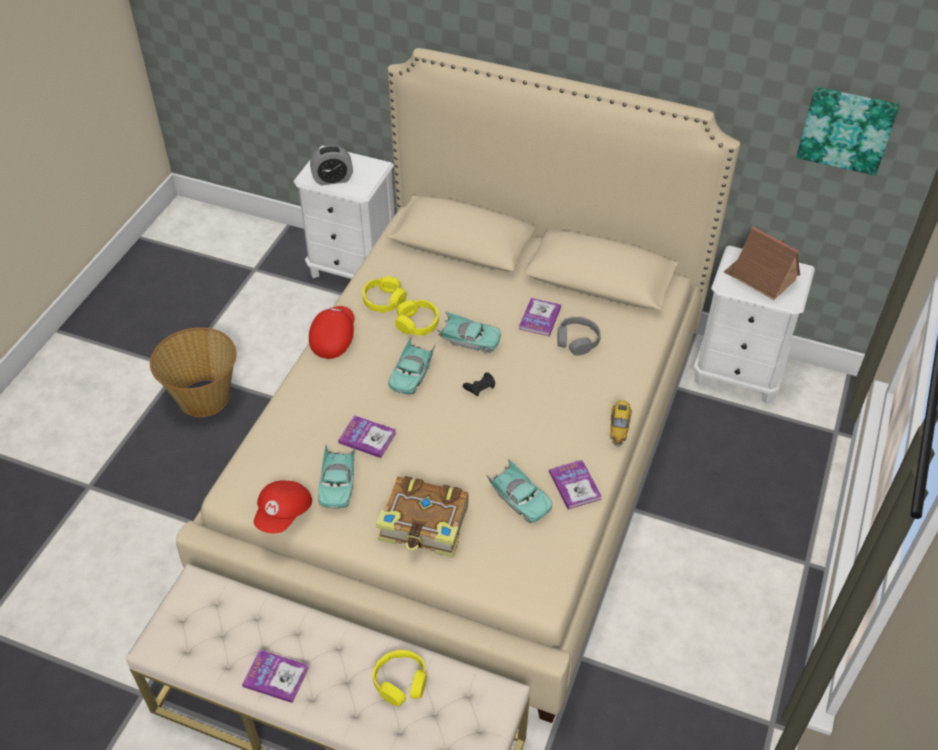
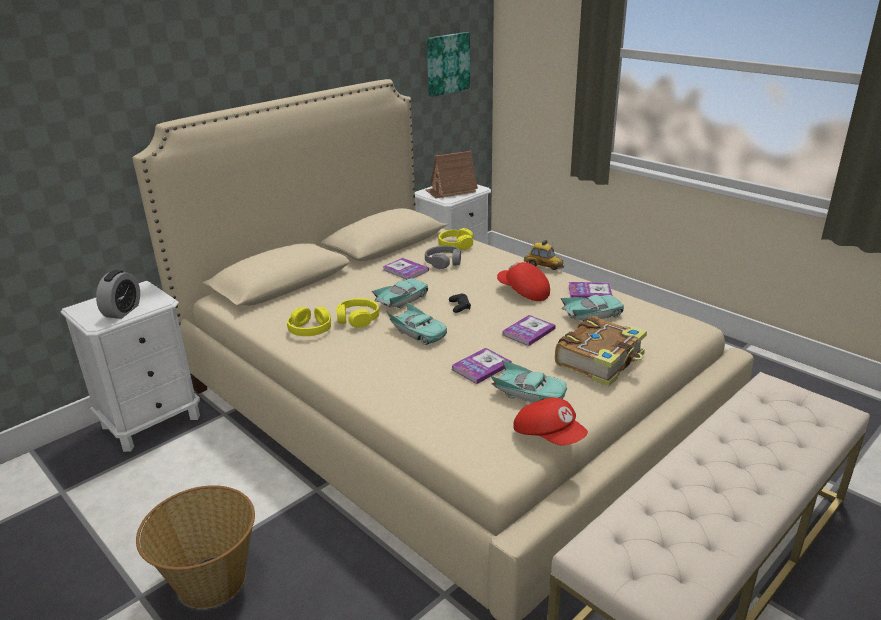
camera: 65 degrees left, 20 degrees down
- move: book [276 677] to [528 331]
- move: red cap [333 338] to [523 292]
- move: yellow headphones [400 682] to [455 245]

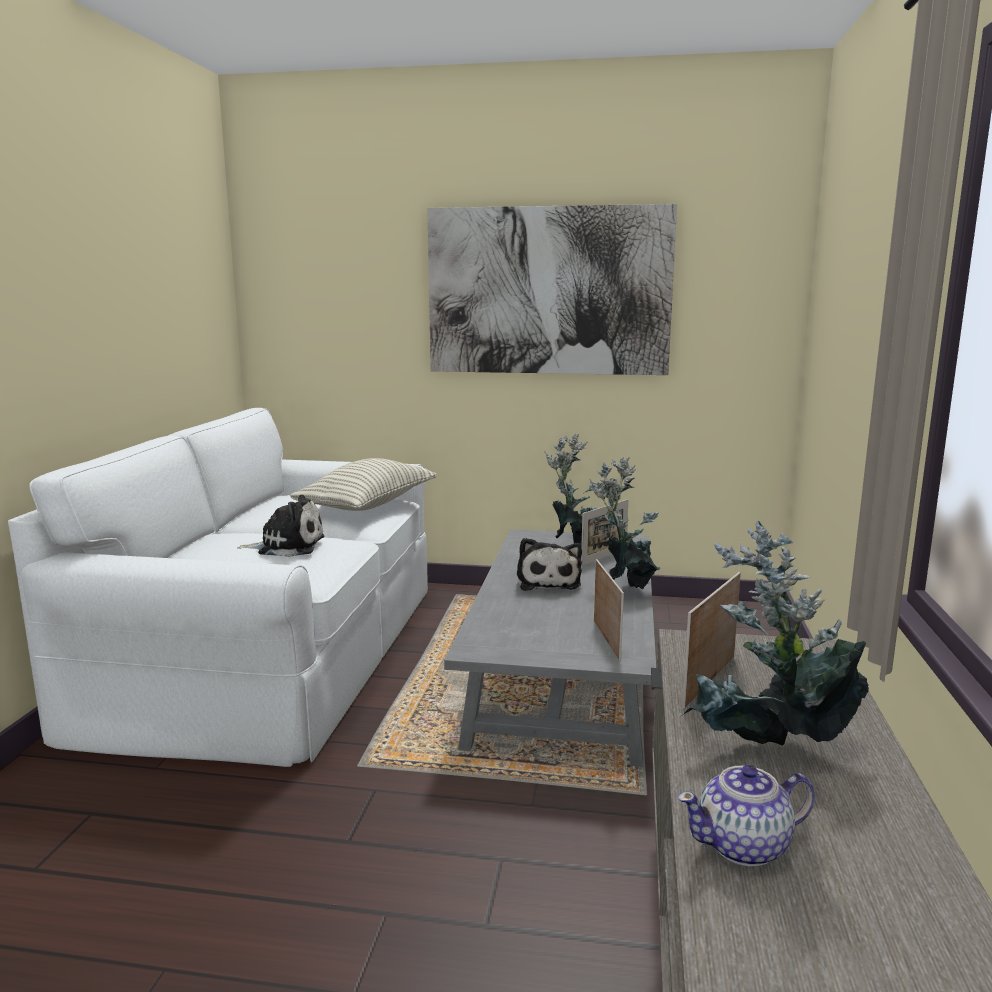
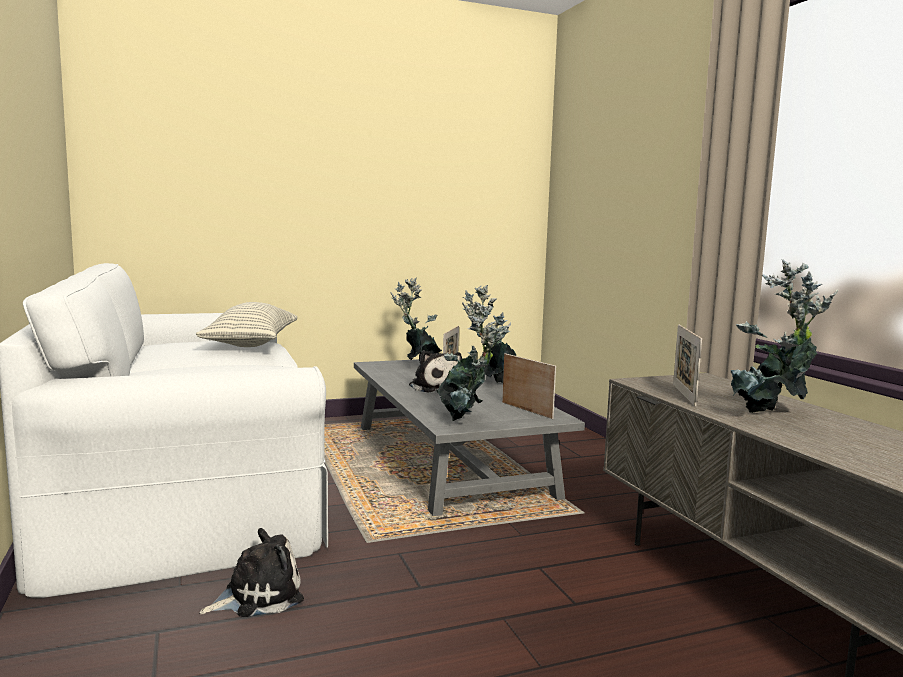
camera: 30 degrees left, 5 degrees down
- delete: picture [548 291]
- delete: teapot [744 846]
- insert: potted plant [466 420]
- move: plush toy [287 546] to [258 595]

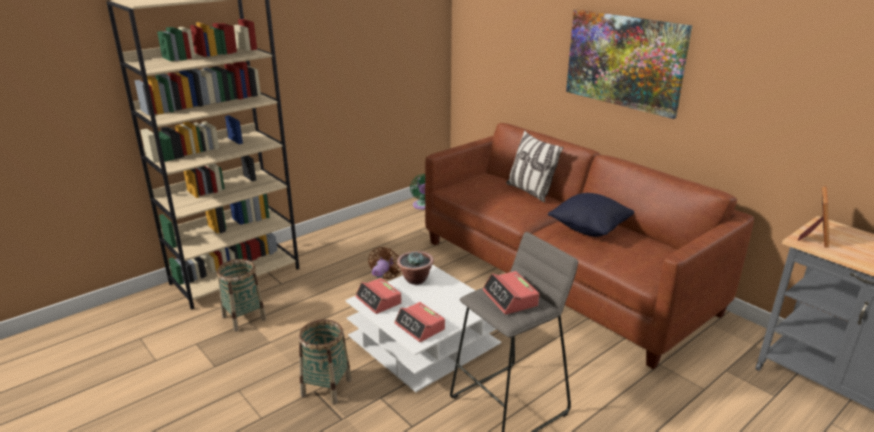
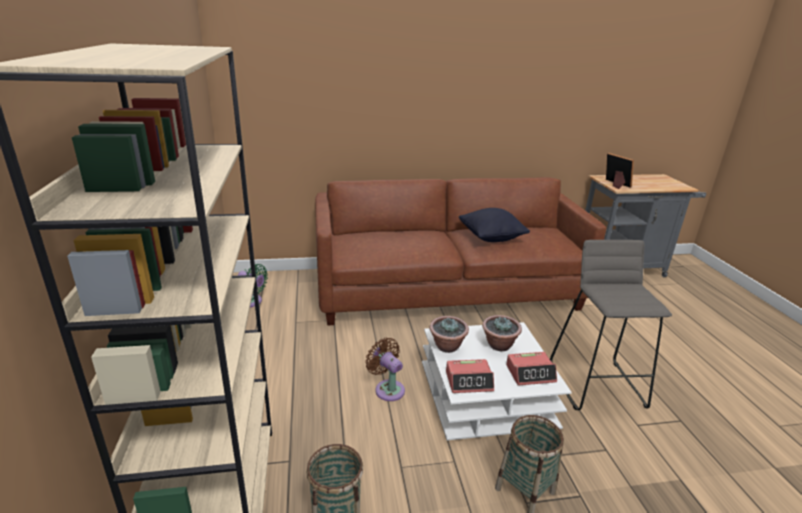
camera: 60 degrees left, 0 degrees up
- delete: alarm clock [510 299]
- delete: pillow [530 191]
- delete: picture [624 61]
- insert: potted plant [499 345]

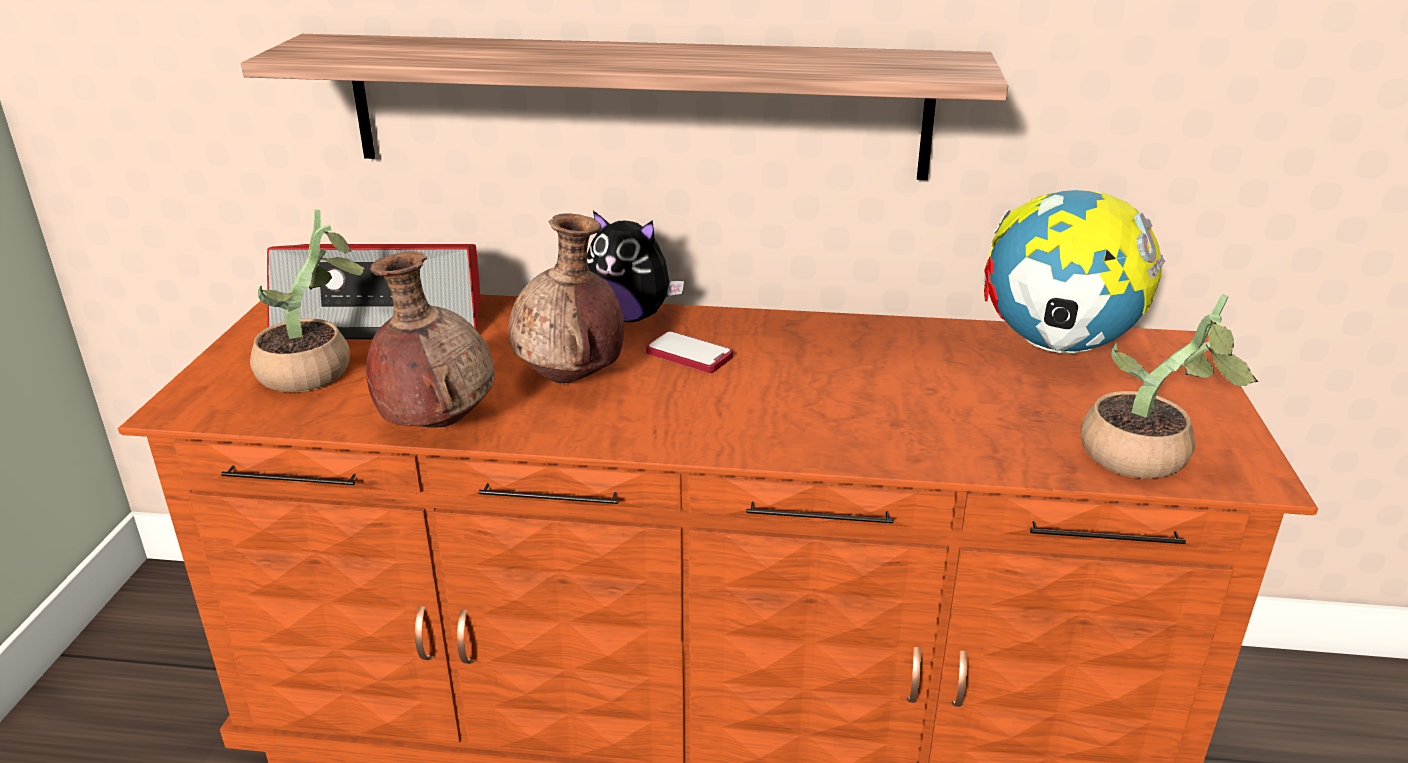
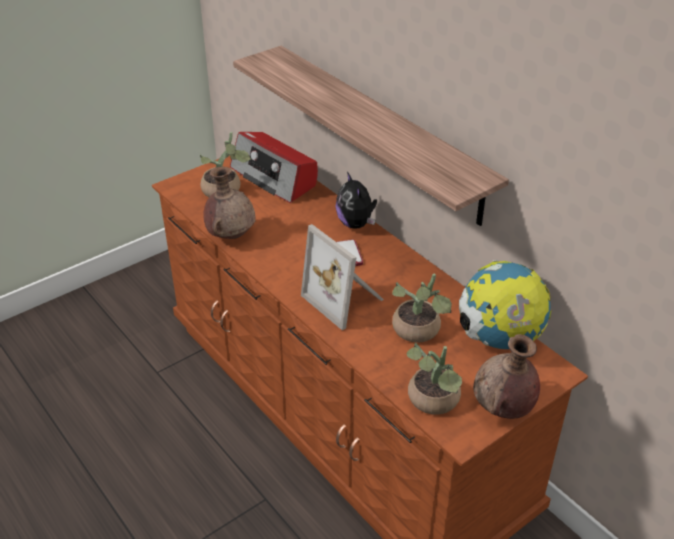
camera: 45 degrees right, 10 degrees up
- insert: picture frame [345 299]
- insert: potted plant [418 332]
- move: brown vase [571 379] to [502 408]

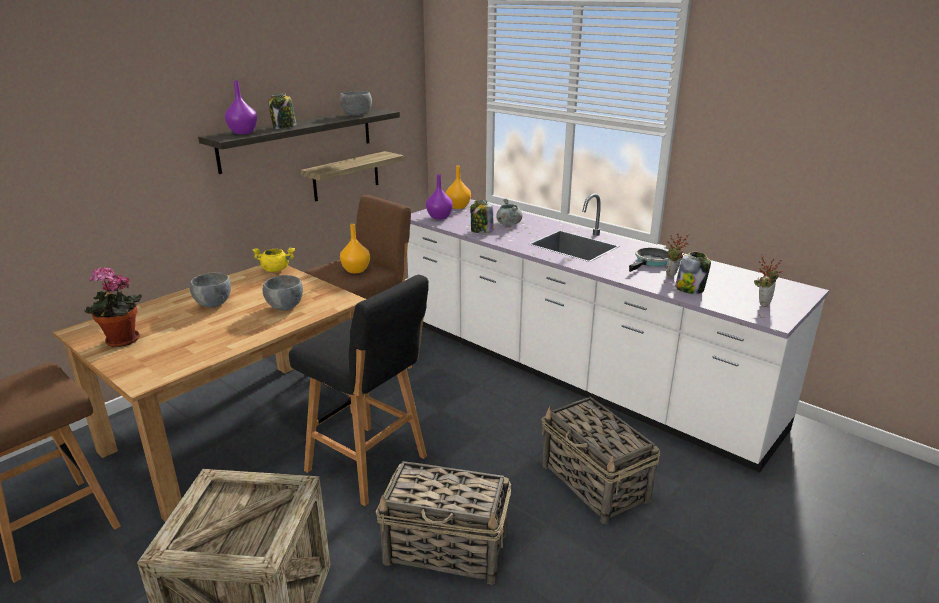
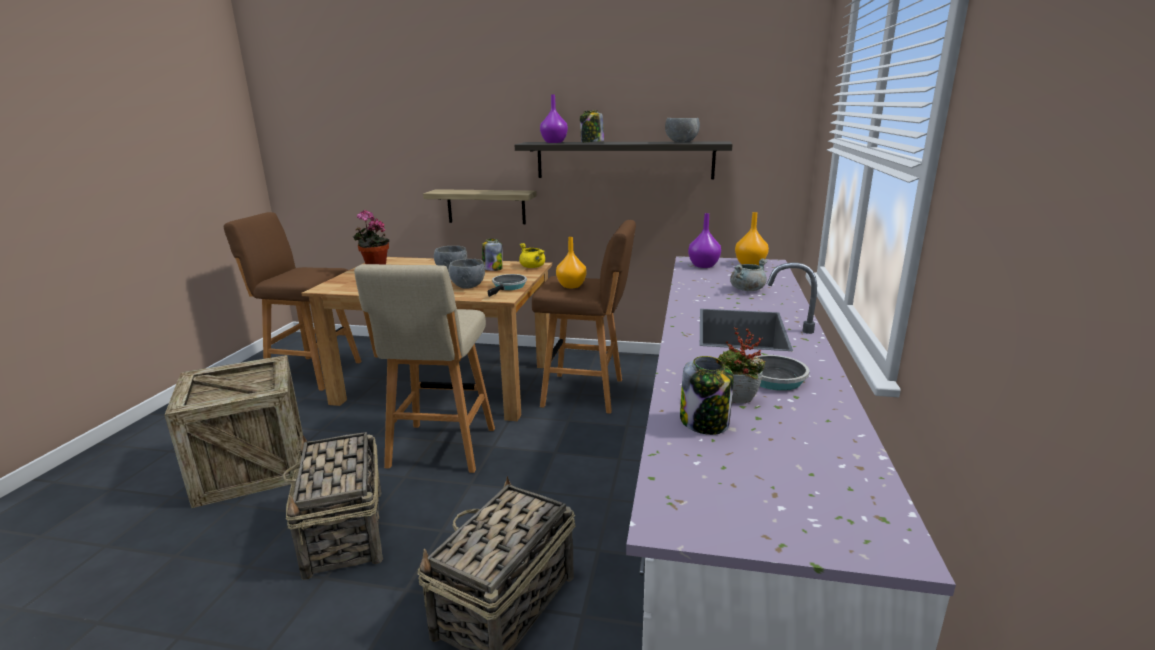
camera: 60 degrees right, 5 degrees down
- delete: potted plant [762 302]
- insert: frying pan [508 287]
- move: shelf [346 176] to [486 206]
- move: jar [481 231] to [492 269]
- recolor: black stool [369 465] to beige stool [441 449]

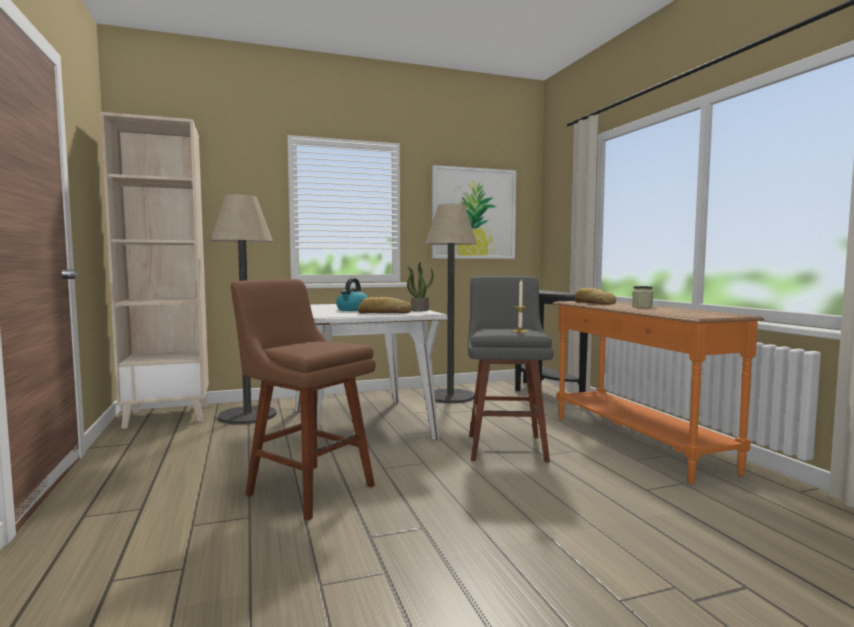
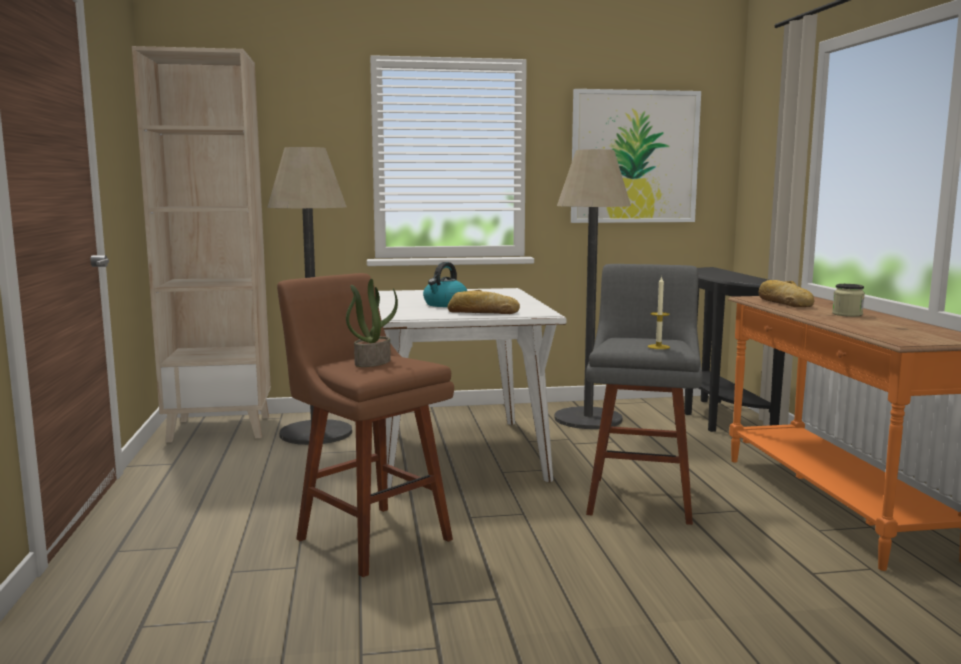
camera: 10 degrees right, 5 degrees up
- move: potted plant [419 310] to [372 362]

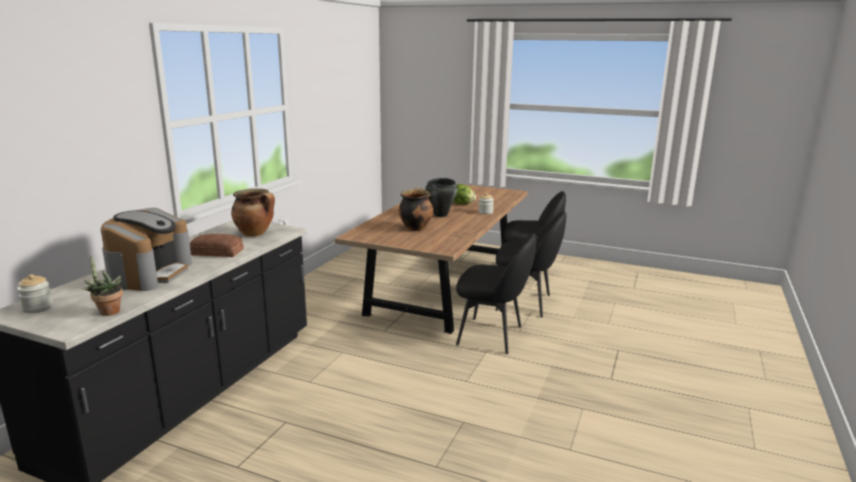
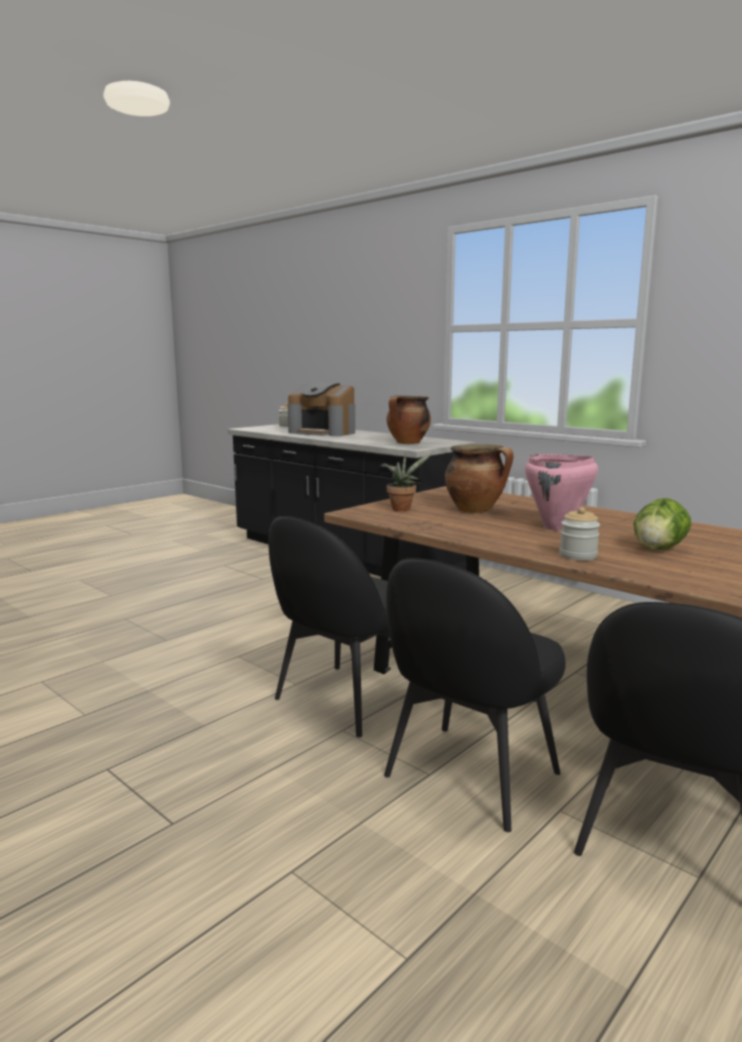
camera: 110 degrees right, 5 degrees down
- delete: bread [217 252]
- move: potted plant [107 311] to [402 508]
- recolor: black cooking pot [441 215] to pink cooking pot [557 528]

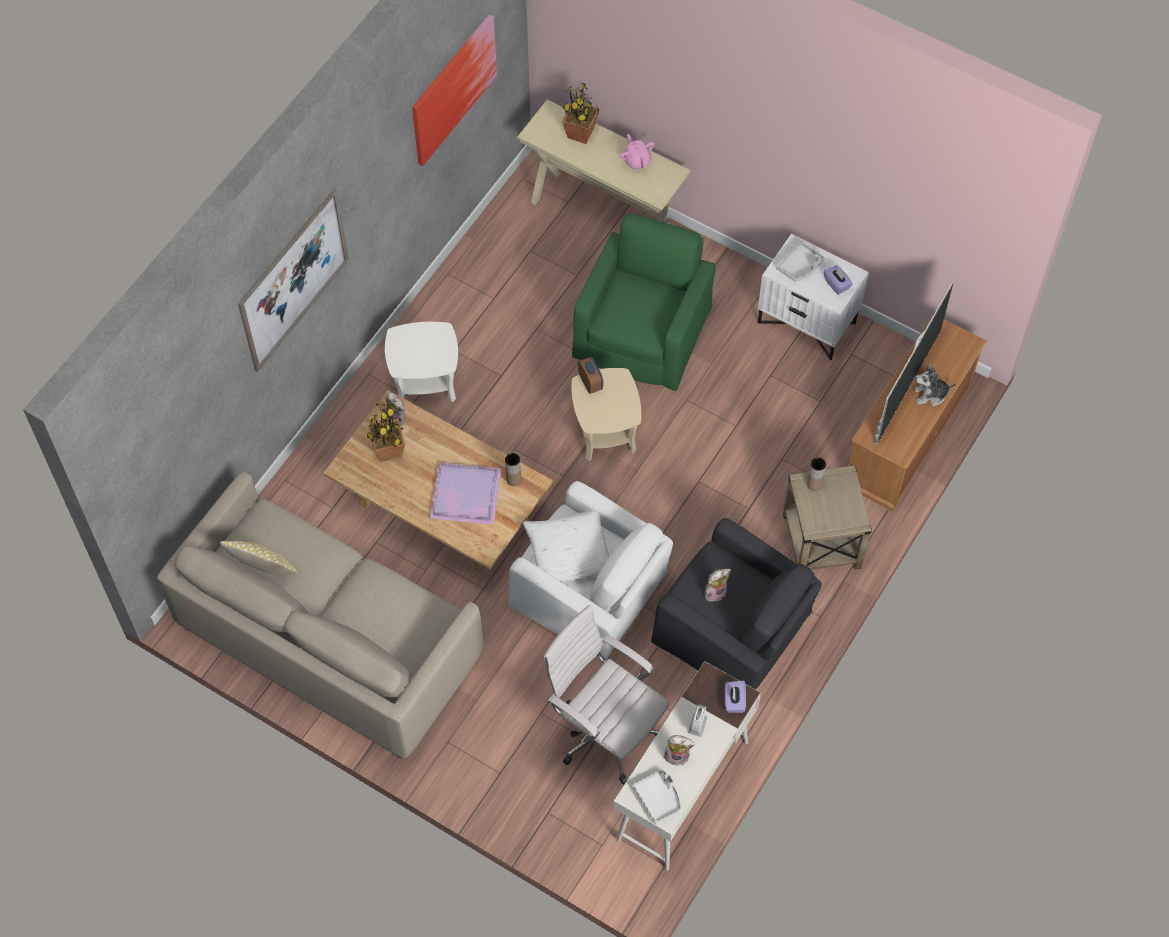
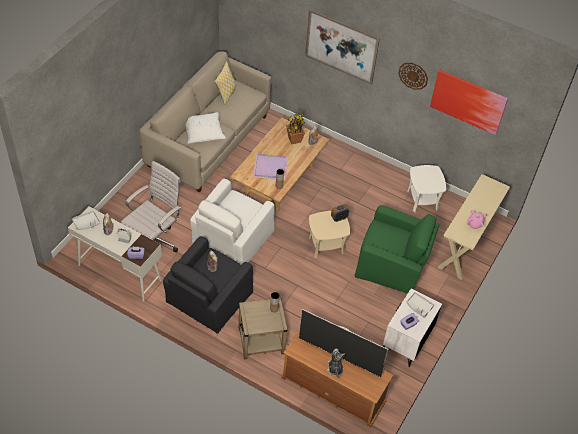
camera: 85 degrees right, 10 degrees down
- delete: potted plant [581 134]
- insert: wall clock [413 75]
- move: white side table [425 382] to [422 200]
- move: white pillow [568 554] to [203 132]

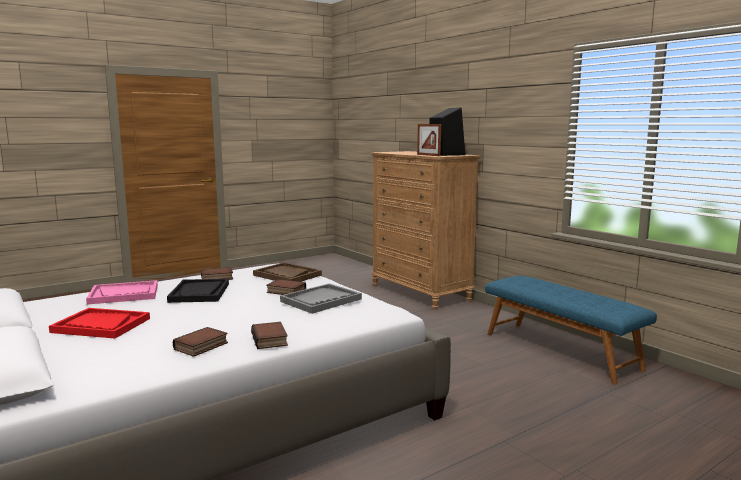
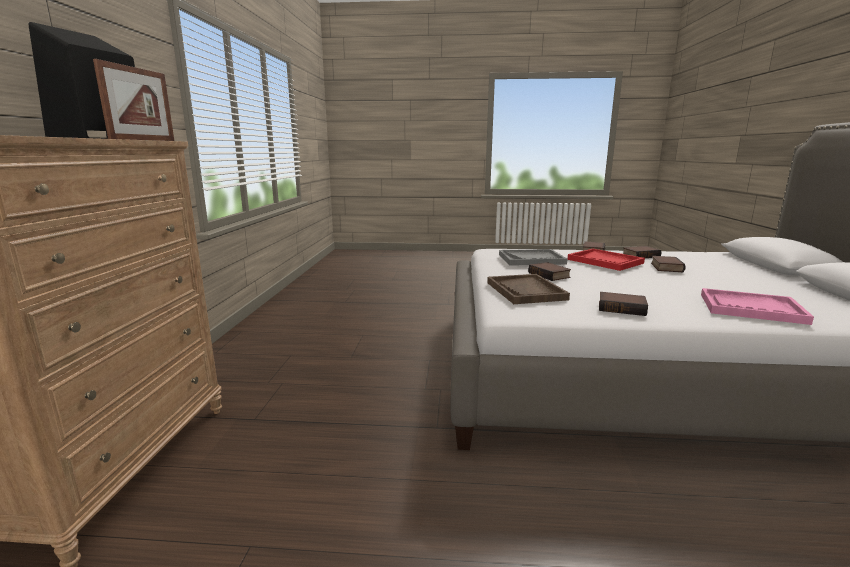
camera: 140 degrees left, 5 degrees up
- delete: black tray [199 293]
- delete: blue bench [561 350]
- insert: book [665 267]
- move: red tray [101 325] to [605 261]

